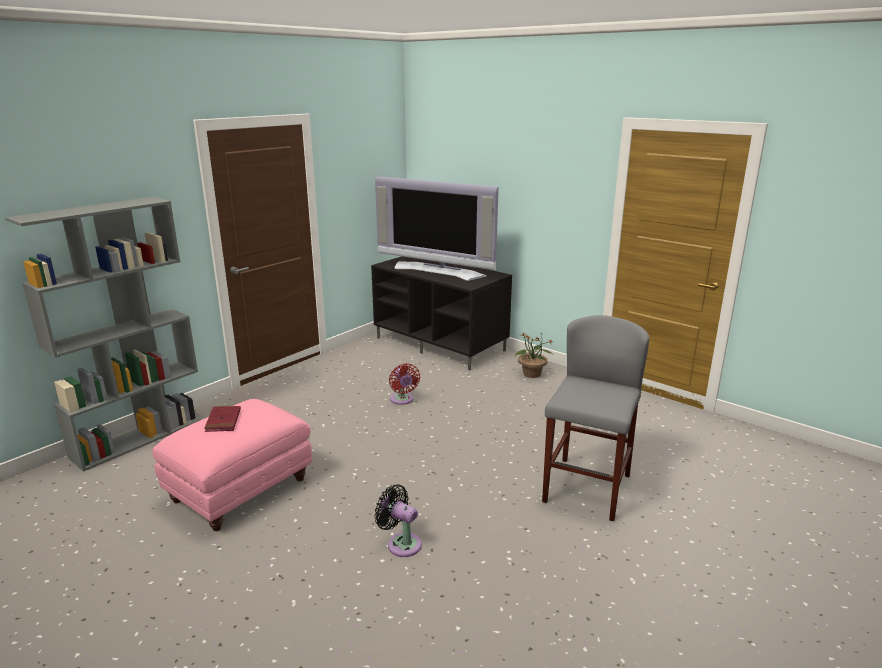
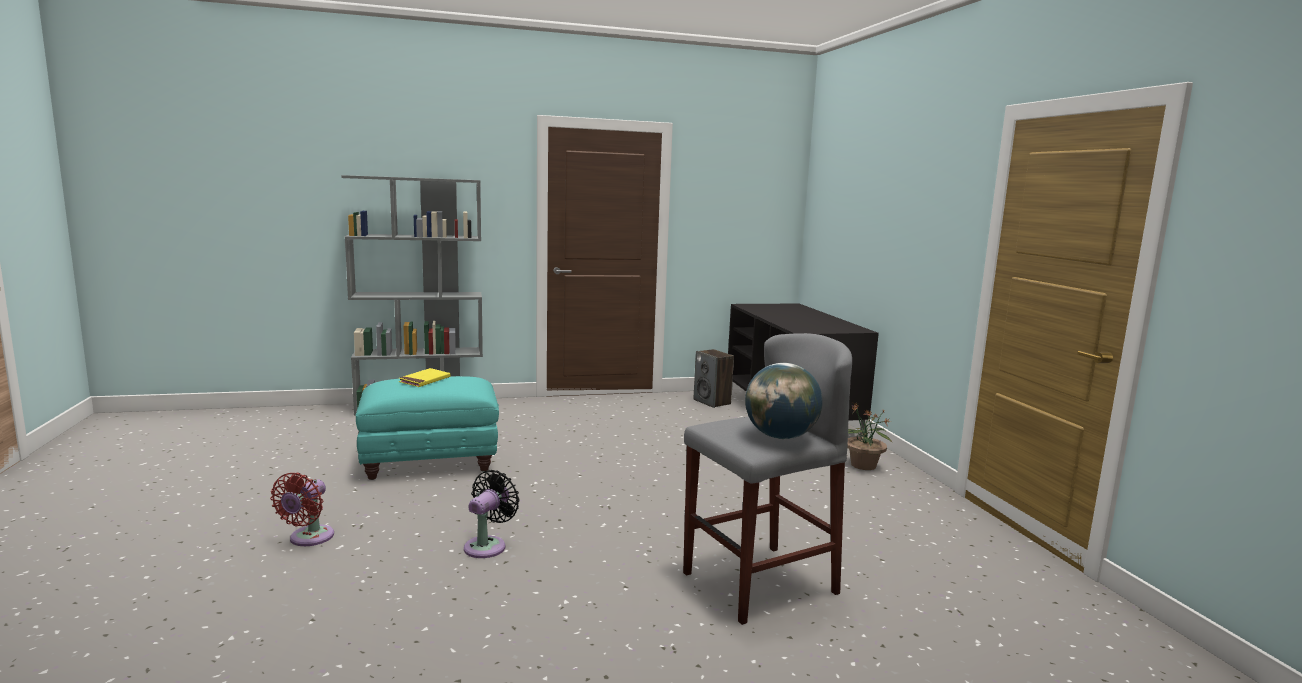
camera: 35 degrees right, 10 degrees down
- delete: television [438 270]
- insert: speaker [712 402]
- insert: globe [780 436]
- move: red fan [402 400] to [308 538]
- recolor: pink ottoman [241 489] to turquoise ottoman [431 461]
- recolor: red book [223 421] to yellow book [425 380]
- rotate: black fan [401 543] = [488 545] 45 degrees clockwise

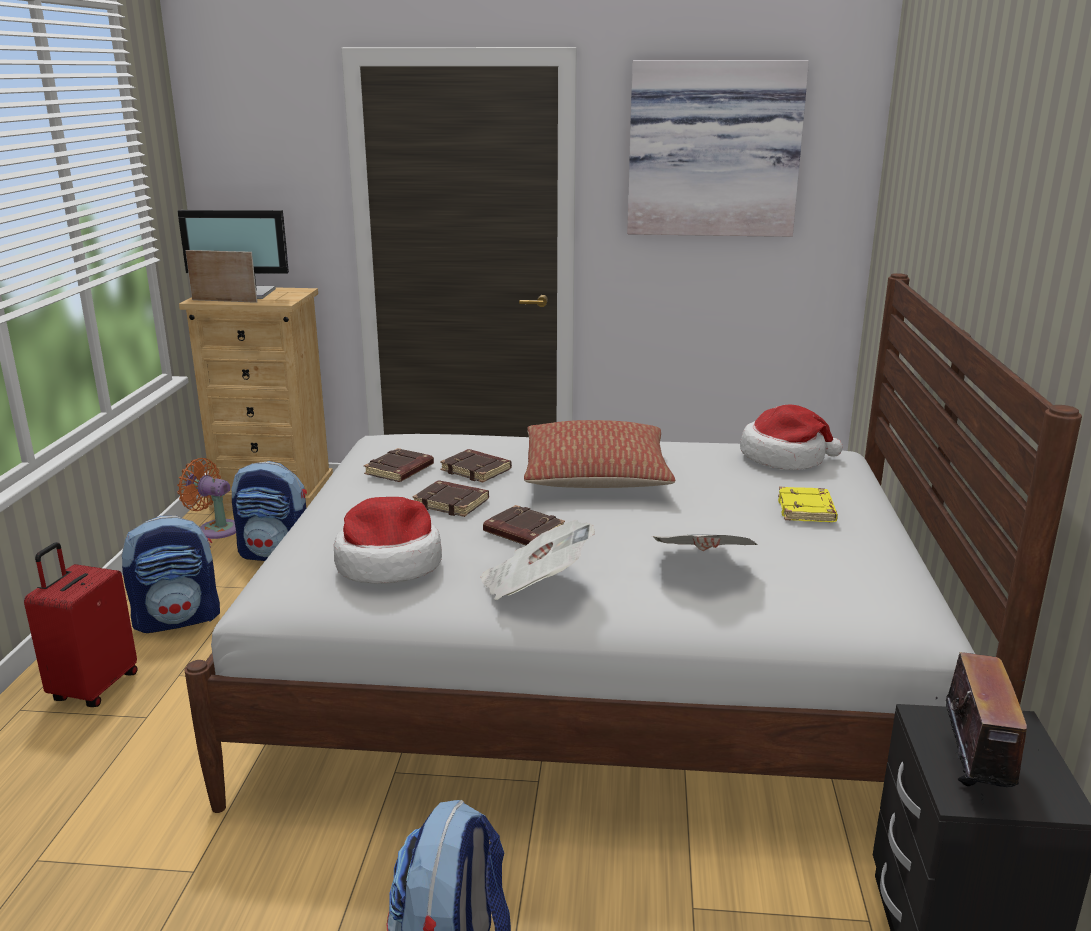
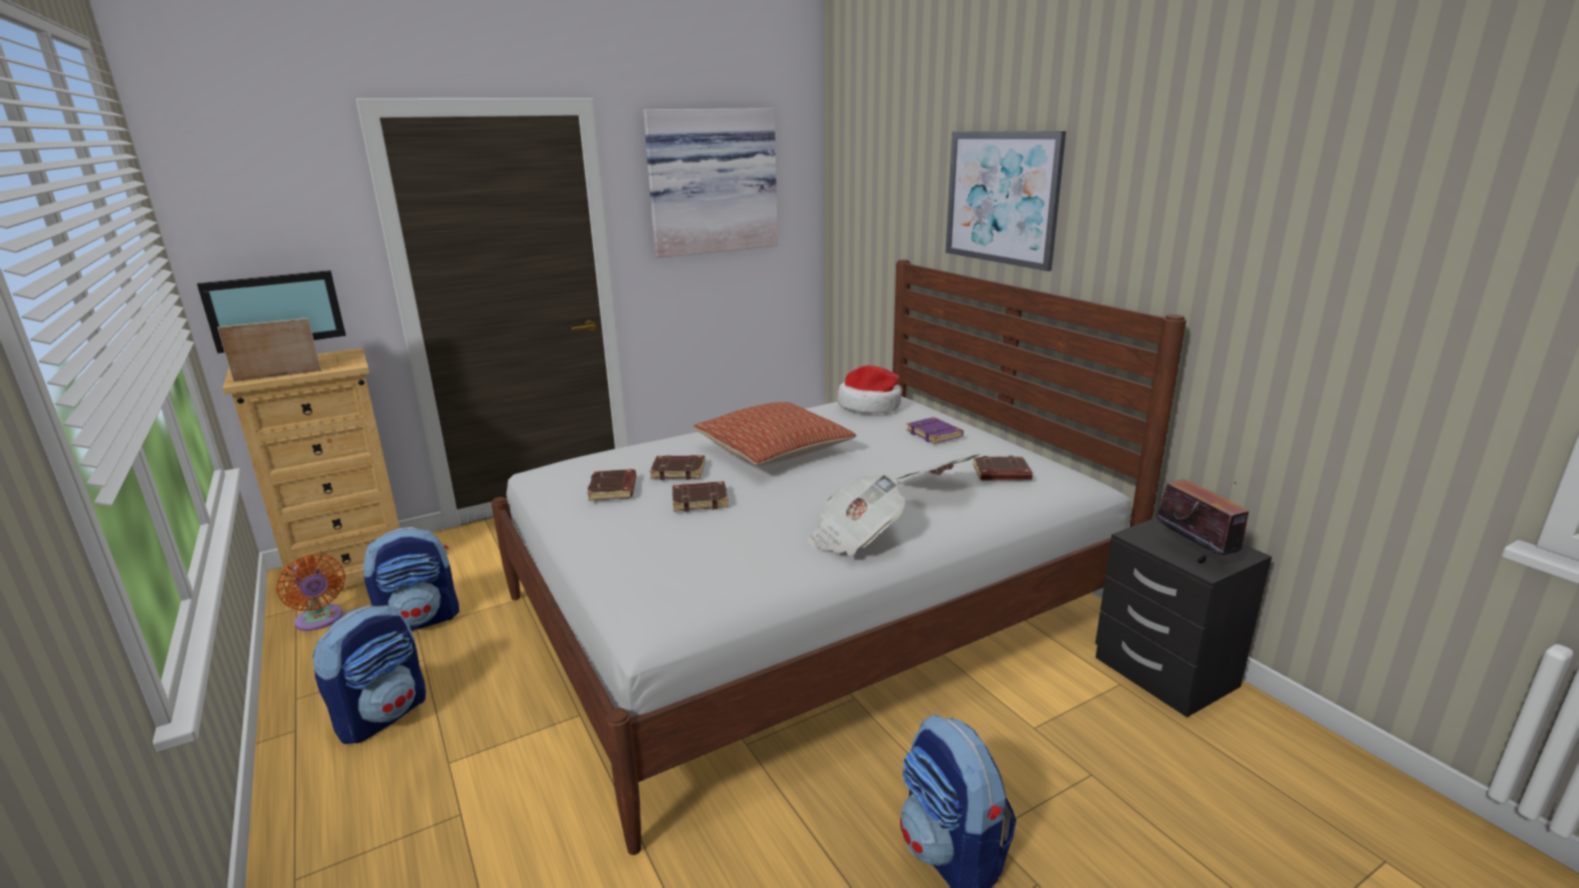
camera: 35 degrees left, 0 degrees up
- delete: red suitcase [93 688]
- delete: hat [388 563]
- insert: picture [1001 198]
- move: brown book [522 533] to [1001 474]
- recolor: yellow book [807 510] to purple book [935 434]
- rotate: orange fan [215 529] = [320 620] 120 degrees counterclockwise

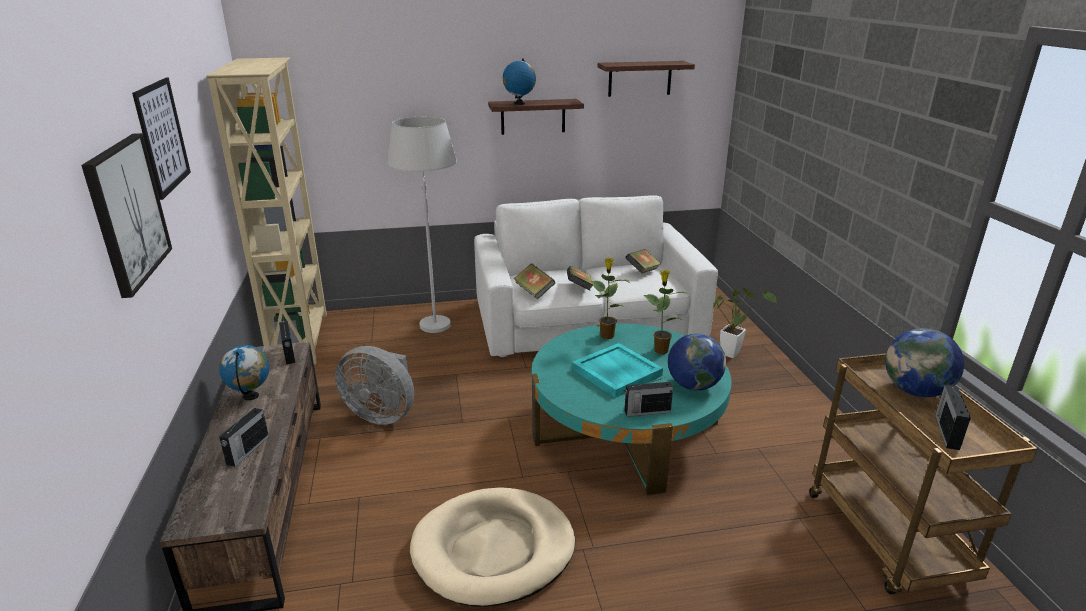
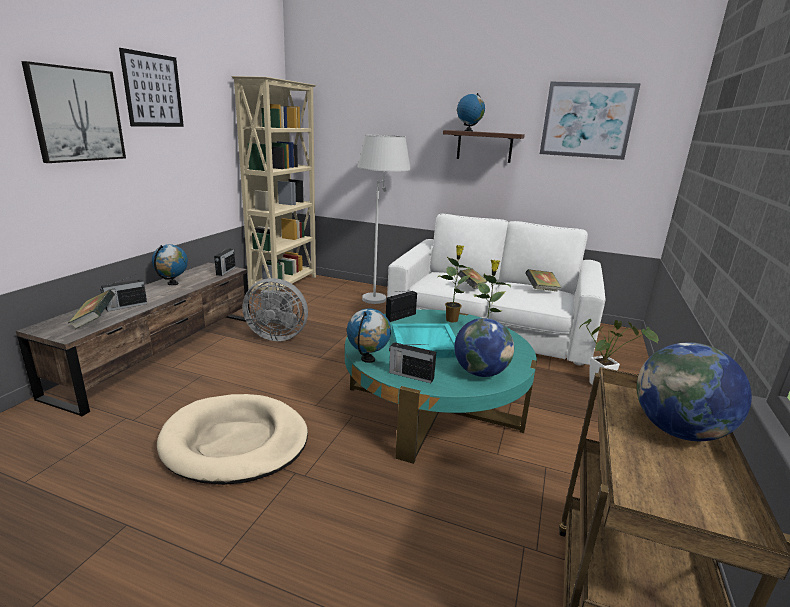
camera: 30 degrees right, 5 degrees down
- insert: globe [368 359]
- move: book [534 292] to [95 321]
- move: radio [947 431] to [401 316]
- replace: shelf [640 78] to picture [587 120]
- rotate: grey fan [382 414] = [277 336] 45 degrees counterclockwise

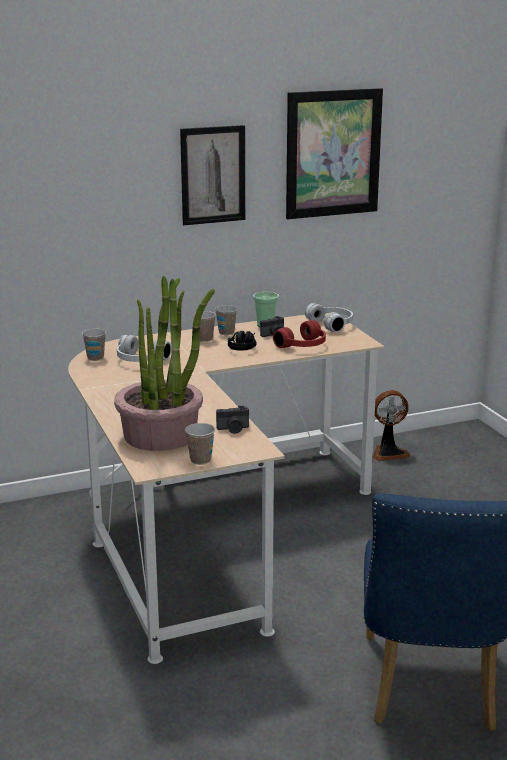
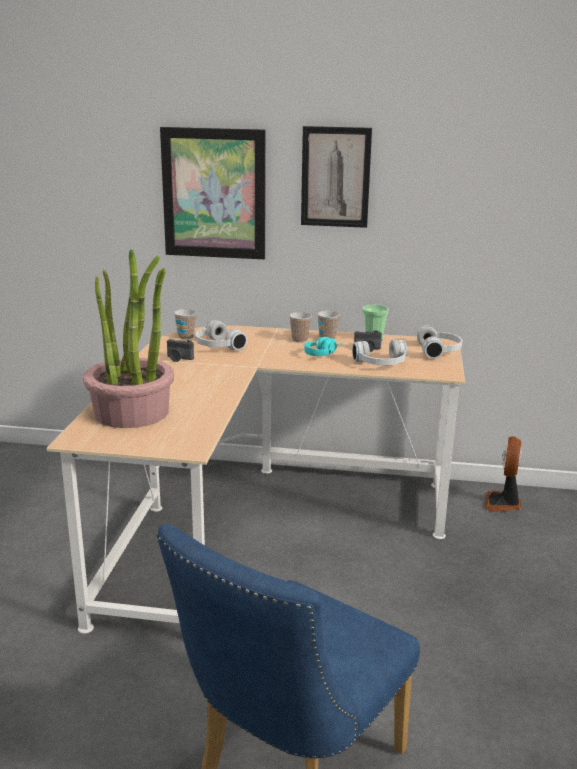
camera: 30 degrees right, 0 degrees up
- delete: cup [200 460]
- move: photo camera [233 429] to [178 359]
- move: picture [333 153] to [214 194]
- recolor: black headphones [243 346] to turquoise headphones [324 353]
- recolor: red headphones [304 346] to white headphones [381 364]
- rotate: fan [388 453] = [503 503] 90 degrees clockwise

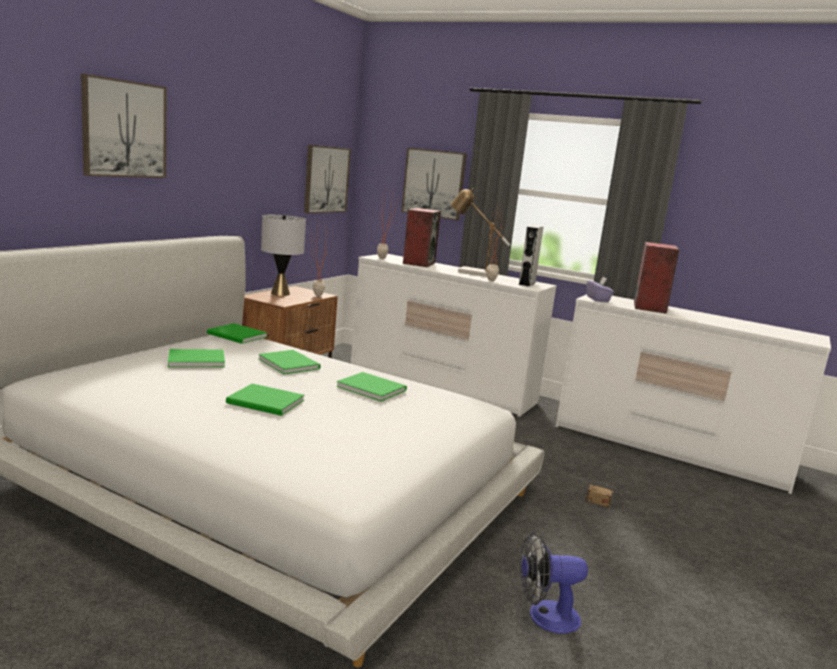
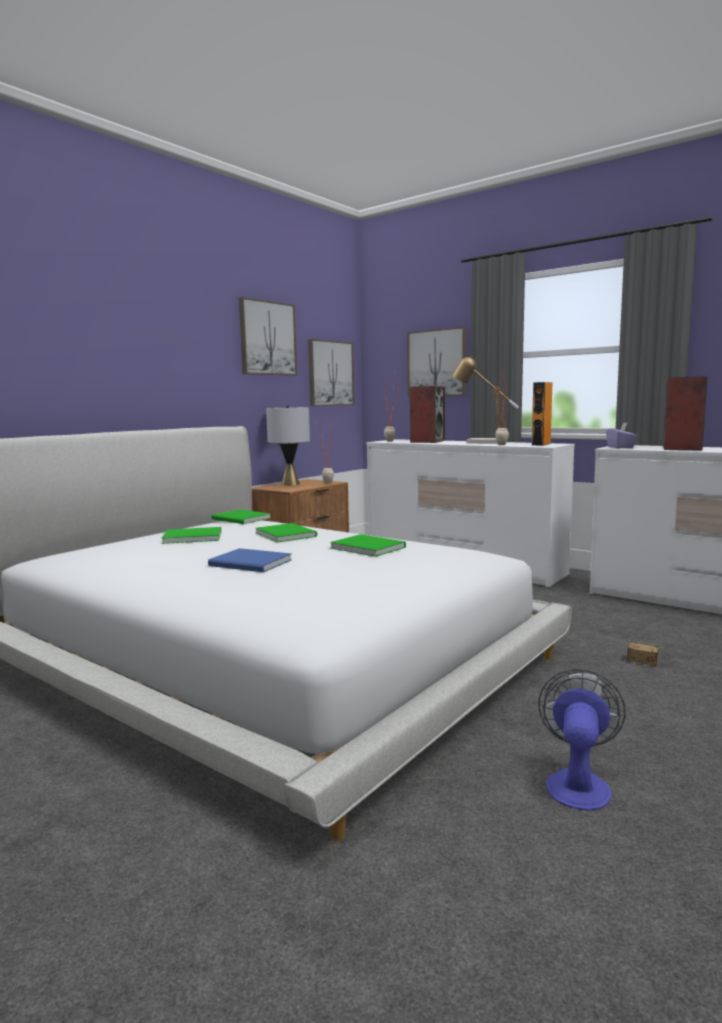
camera: 10 degrees right, 5 degrees down
- move: picture [124 129] to [267 338]
- recolor: green book [266 403] to blue book [251 563]
- recolor: grey speaker [527 283] to orange speaker [541 444]
- rotate: fan [545 616] = [578 782] 105 degrees clockwise

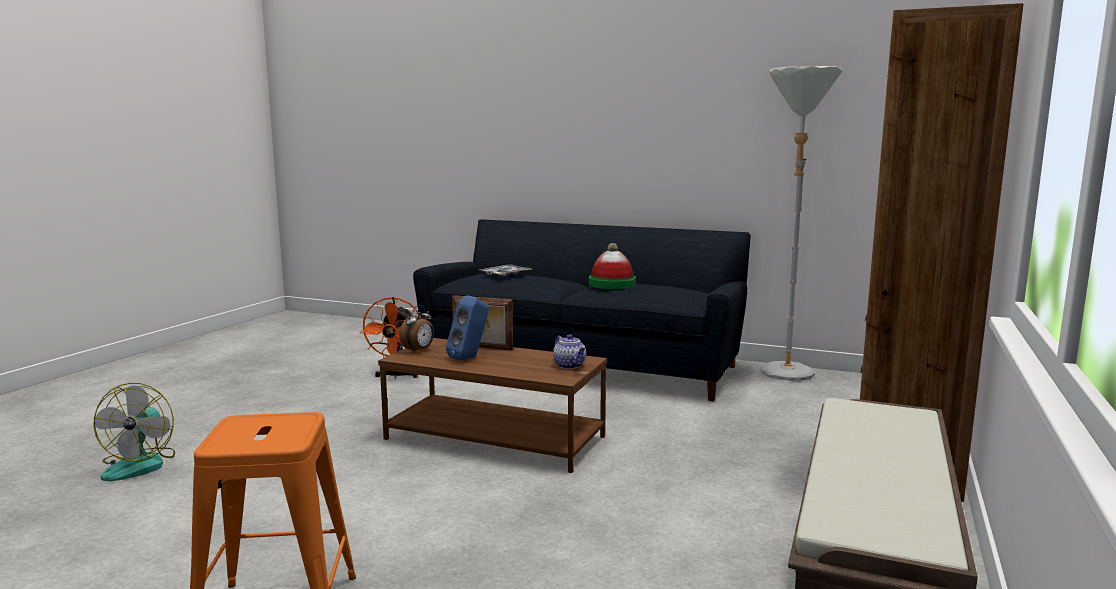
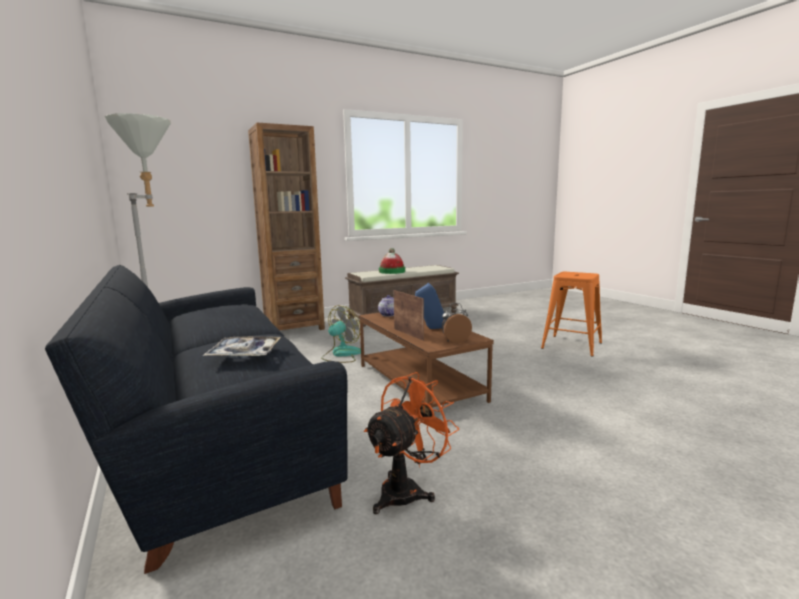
camera: 140 degrees left, 0 degrees up
- move: fan [141 464] to [341 354]
- move: hat [612 284] to [392 271]

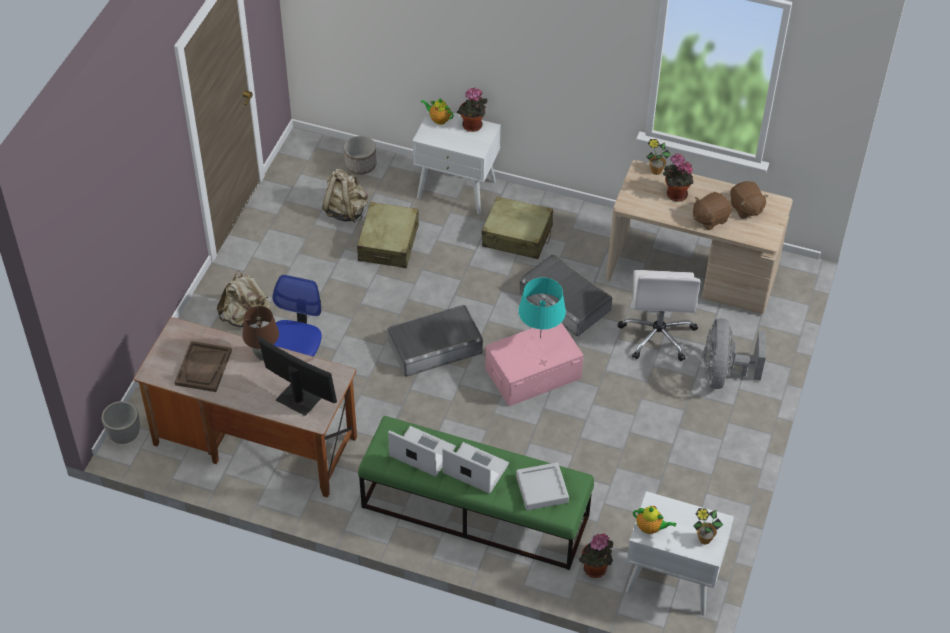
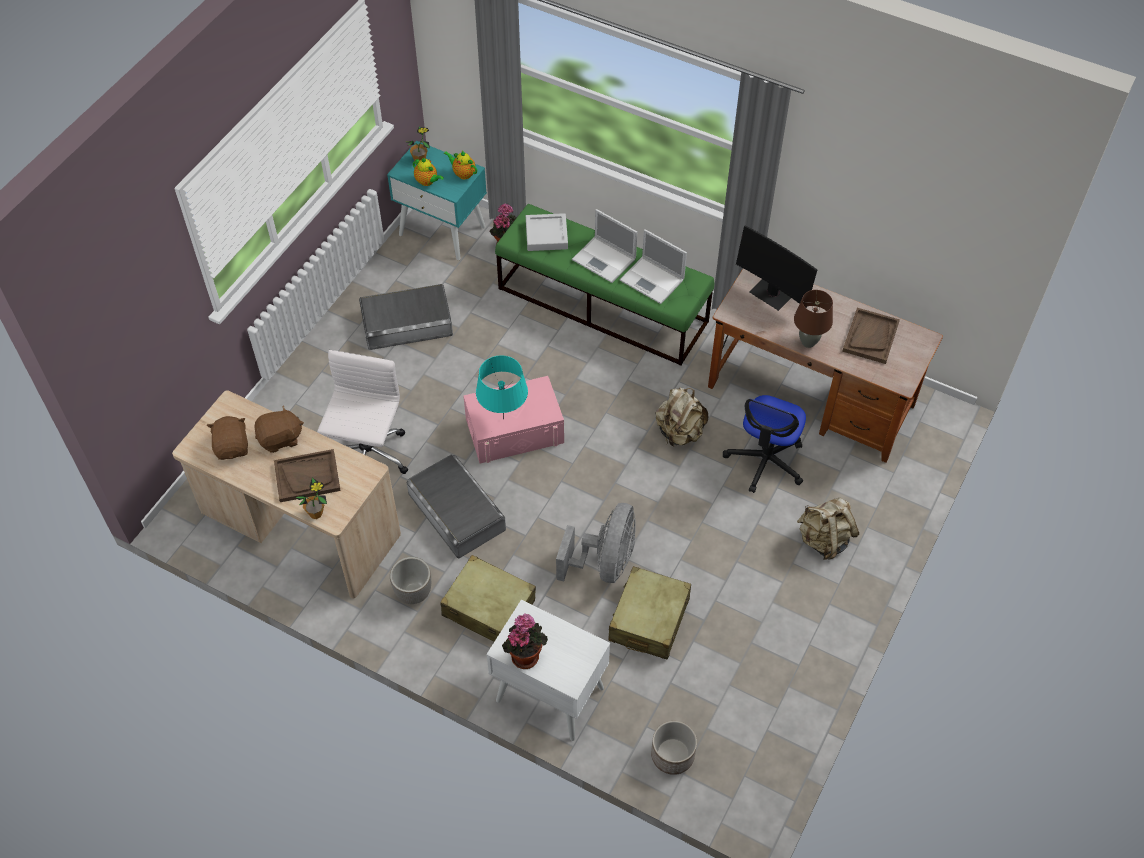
camera: 170 degrees left, 5 degrees up
- move: planter [125 436] to [413 593]
- move: beige backpack [346 211] to [679 432]
- move: grey storage box [435 346] to [407 322]
- move: teapot [438 119] to [427 182]
- move: grey fan [724 374] to [604 563]
- replace: potted plant [674 195] to brown tray [307 477]
- recolor: white nightstand [671 579] to turquoise nightstand [442 230]

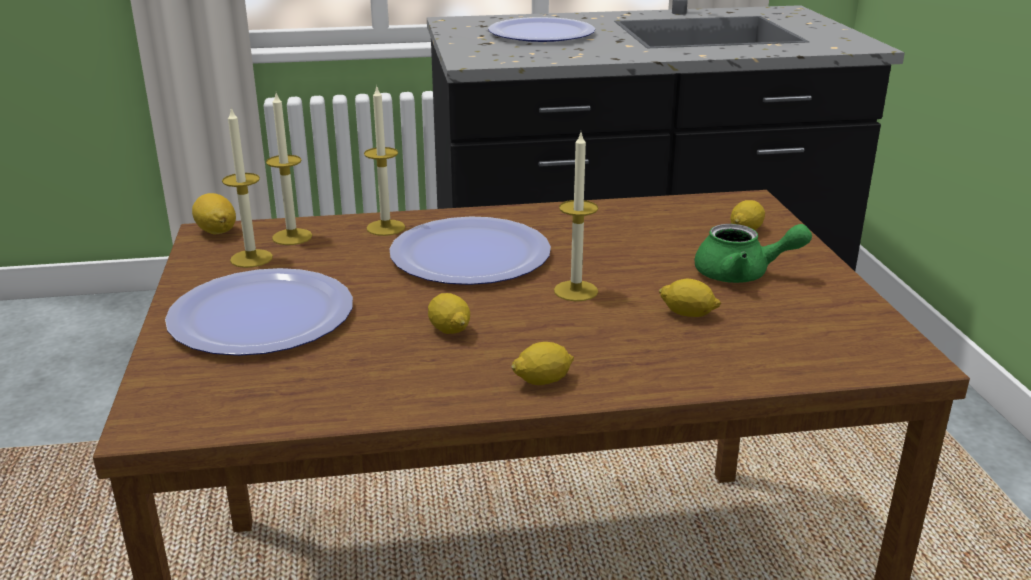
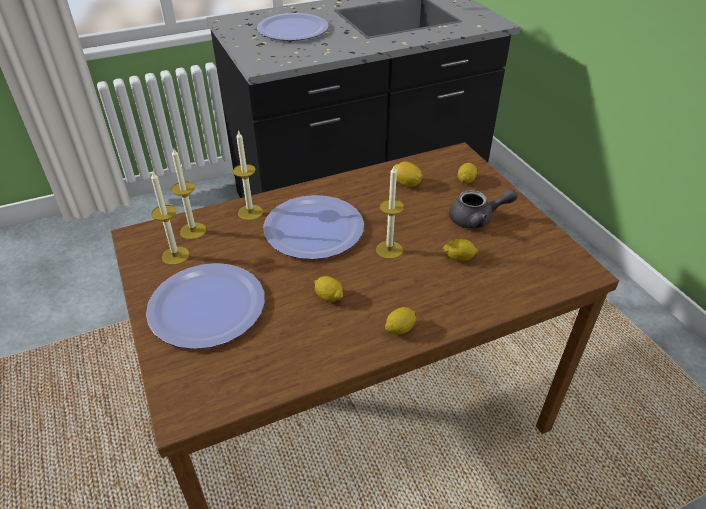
camera: 15 degrees left, 15 degrees up
- move: lemon [216 231] to [407 183]
- recolor: green teapot [742 274] to grey teapot [477 219]

